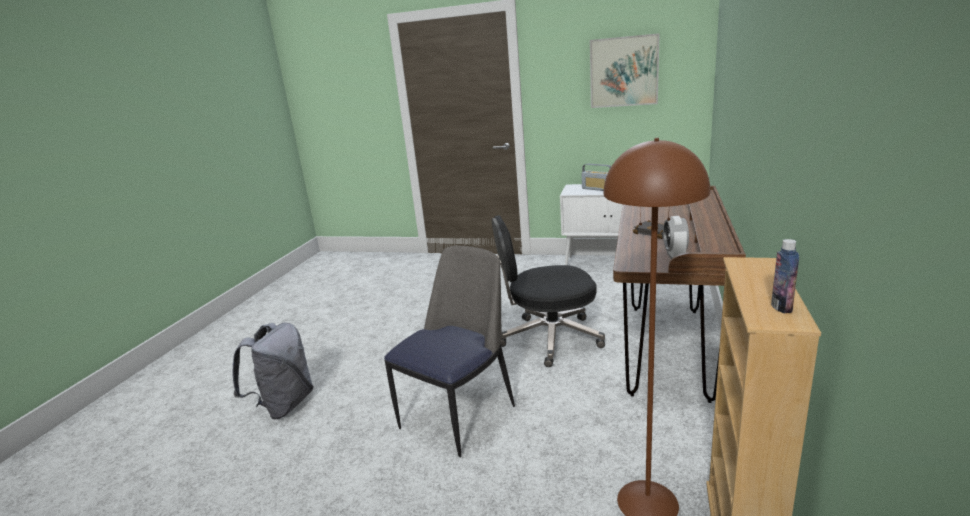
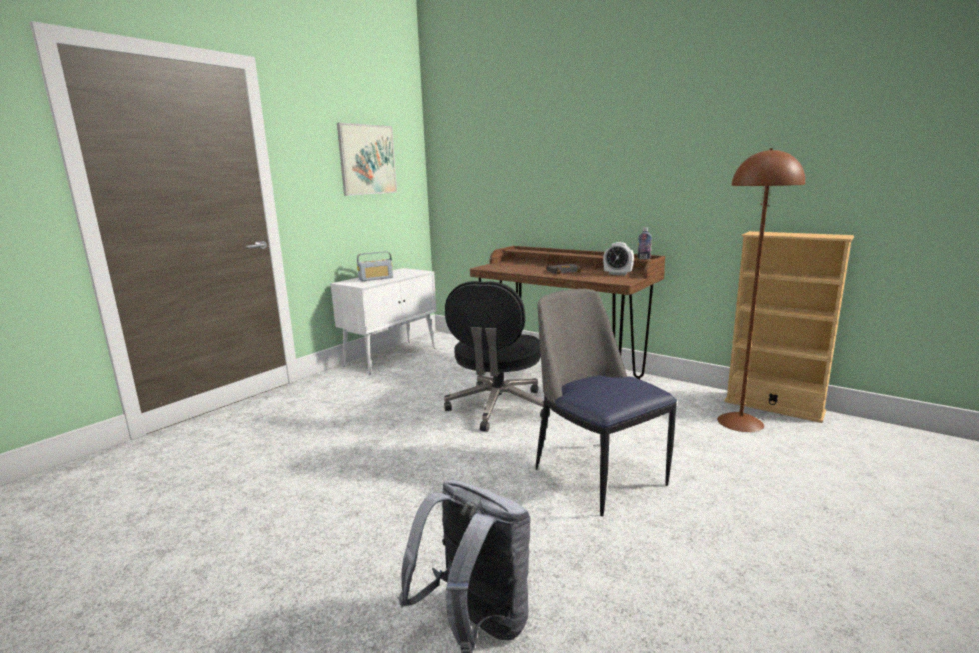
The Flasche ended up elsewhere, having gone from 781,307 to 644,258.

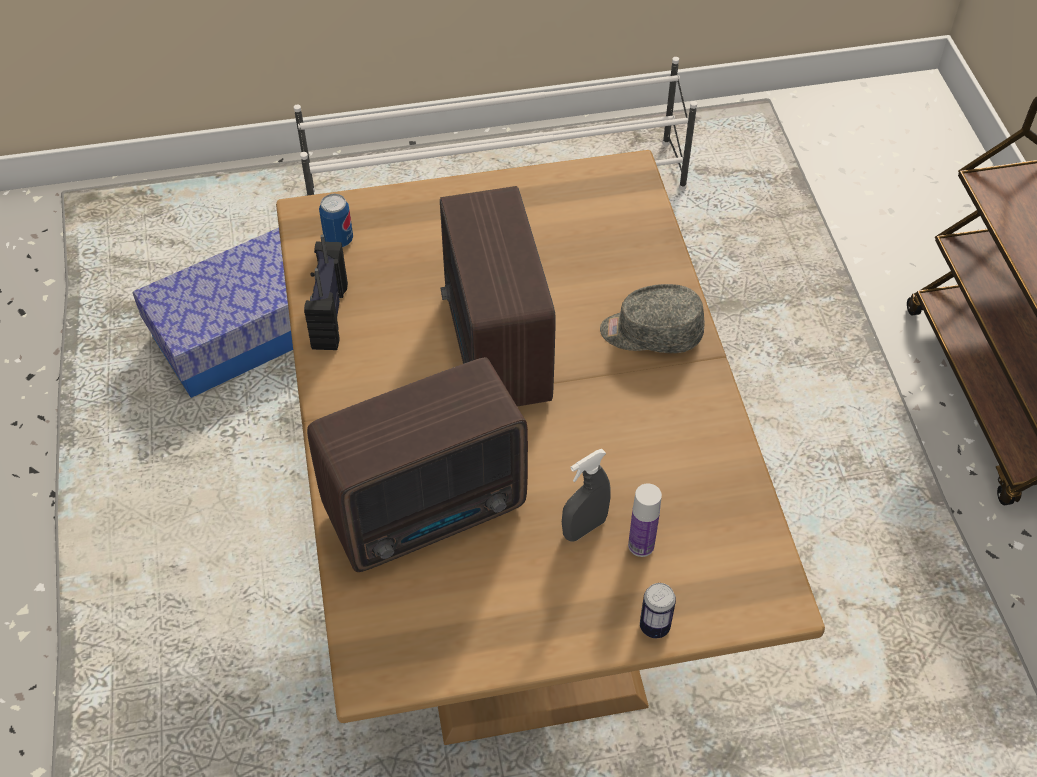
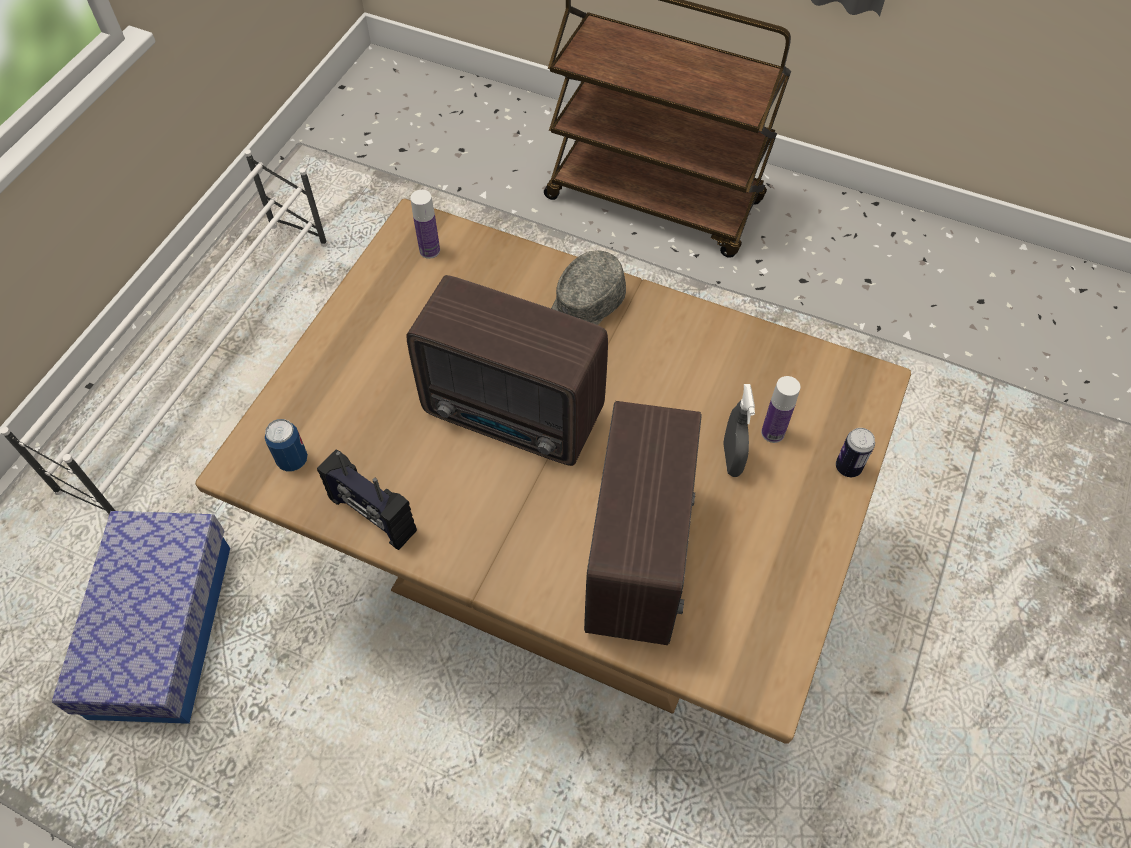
The second view gained the Flasche at 429,250.

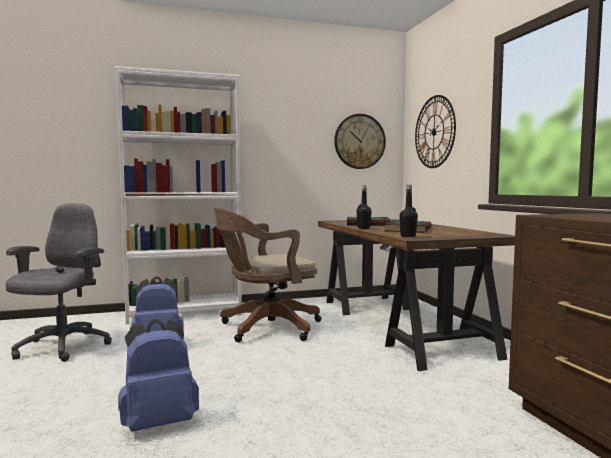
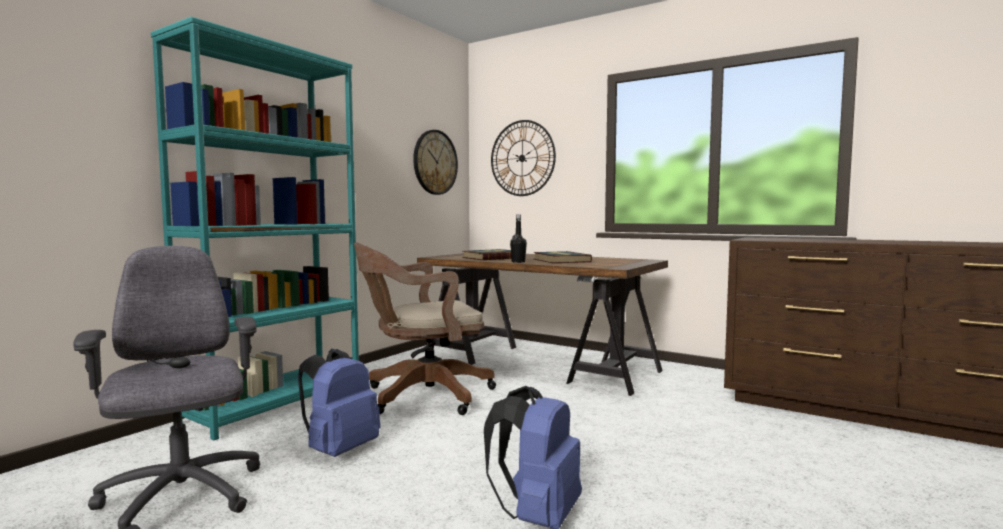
What was the Bücherregal/weiß at 185,313 turned into the Bücherregal/türkis at 275,404. The Bürostuhl/braun at 265,328 ended up facing another way, 45 degrees clockwise from before. The second view lost the Flasche/schwarz at 408,236.

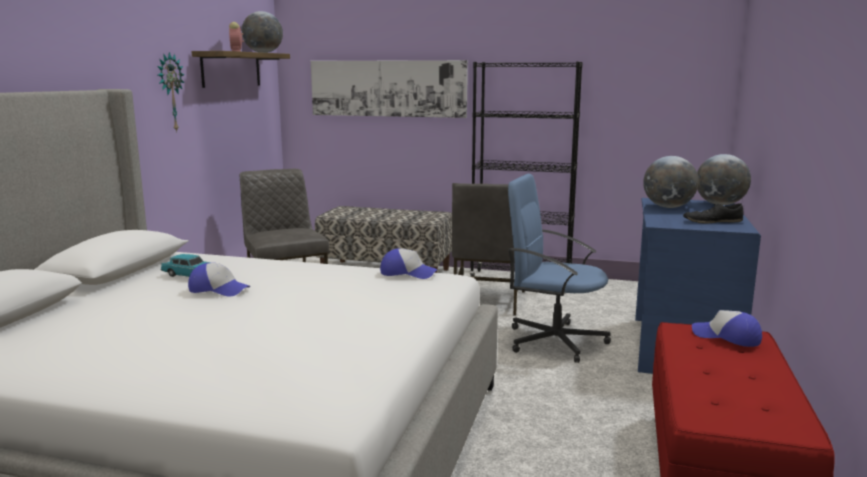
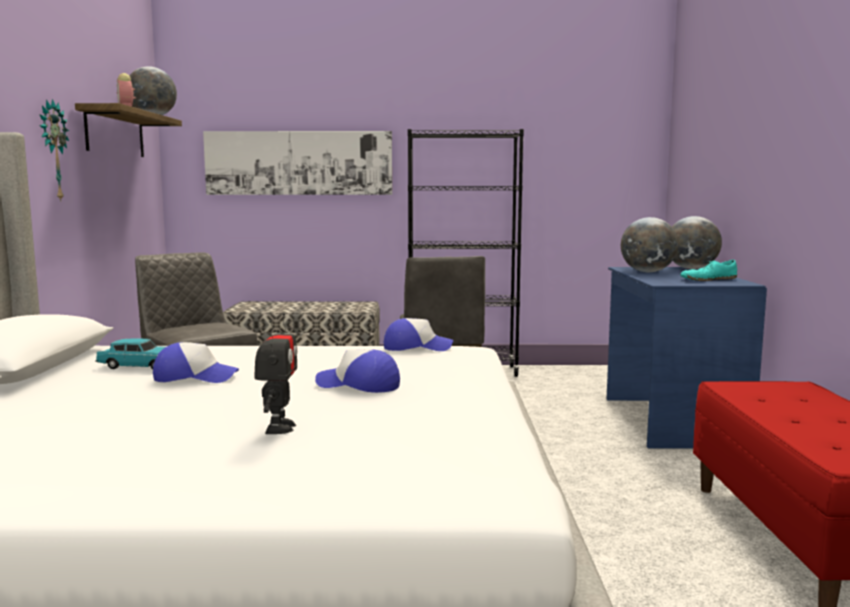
The second view lost the Bürostuhl/blau at 554,341. What was the Schuh/schwarz at 712,221 turned into the Schuh/türkis at 708,280. The Kappe ended up elsewhere, having gone from 726,337 to 358,385. The second view gained the Spielzeugroboter at 279,428.

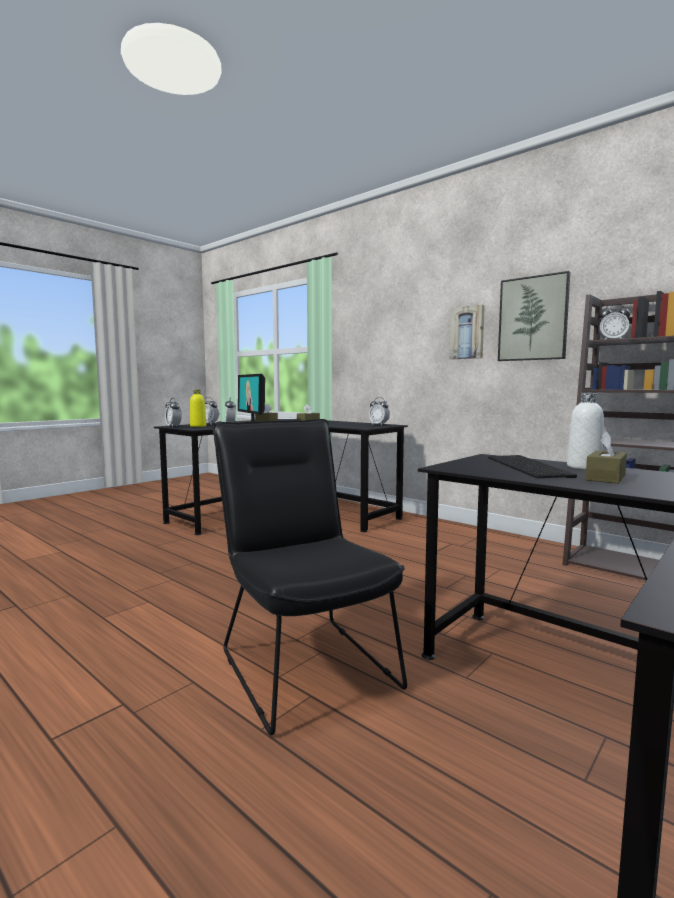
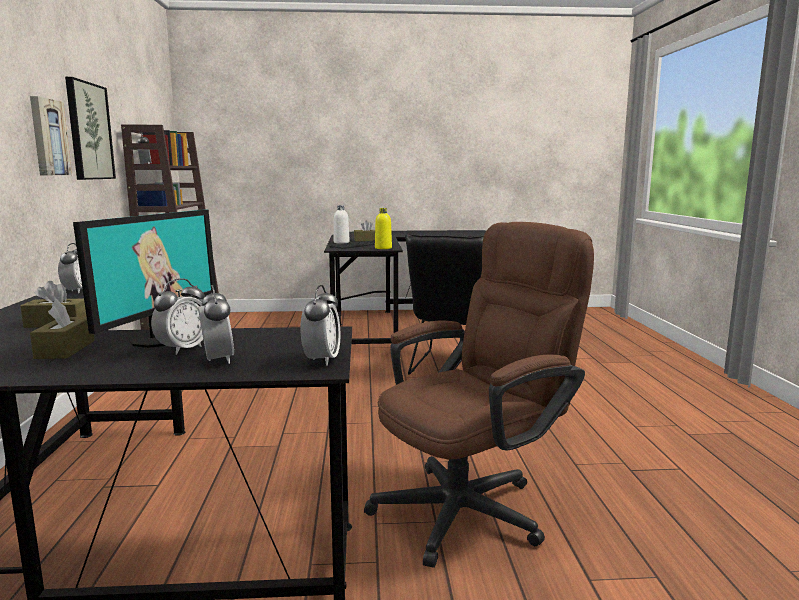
The Flasche/gelb ended up elsewhere, having gone from 198,426 to 383,248. The second view gained the Bürostuhl/braun at 473,507.

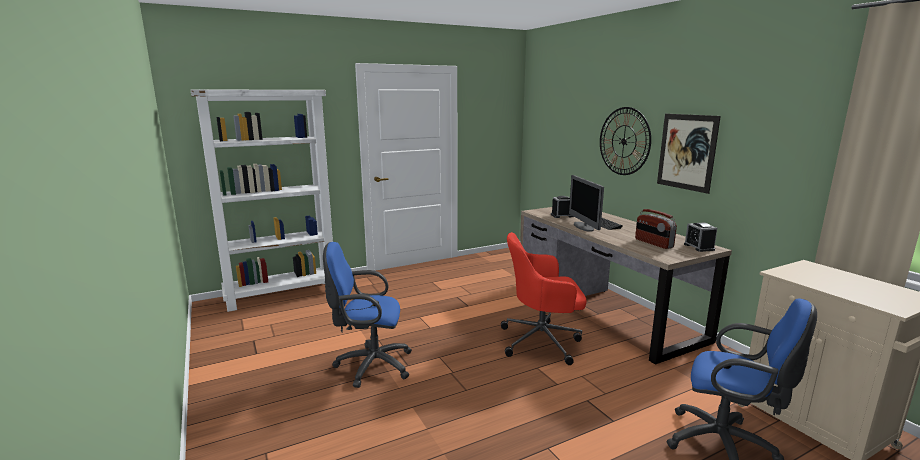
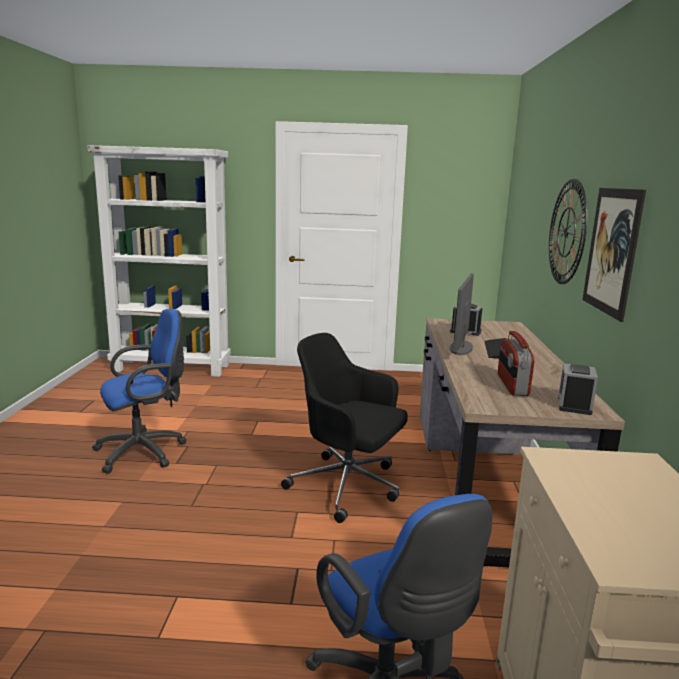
The Bürostuhl/blau at 370,365 ended up facing another way, 120 degrees clockwise from before. What was the Bürostuhl/rot at 542,341 turned into the Bürostuhl/schwarz at 348,486.

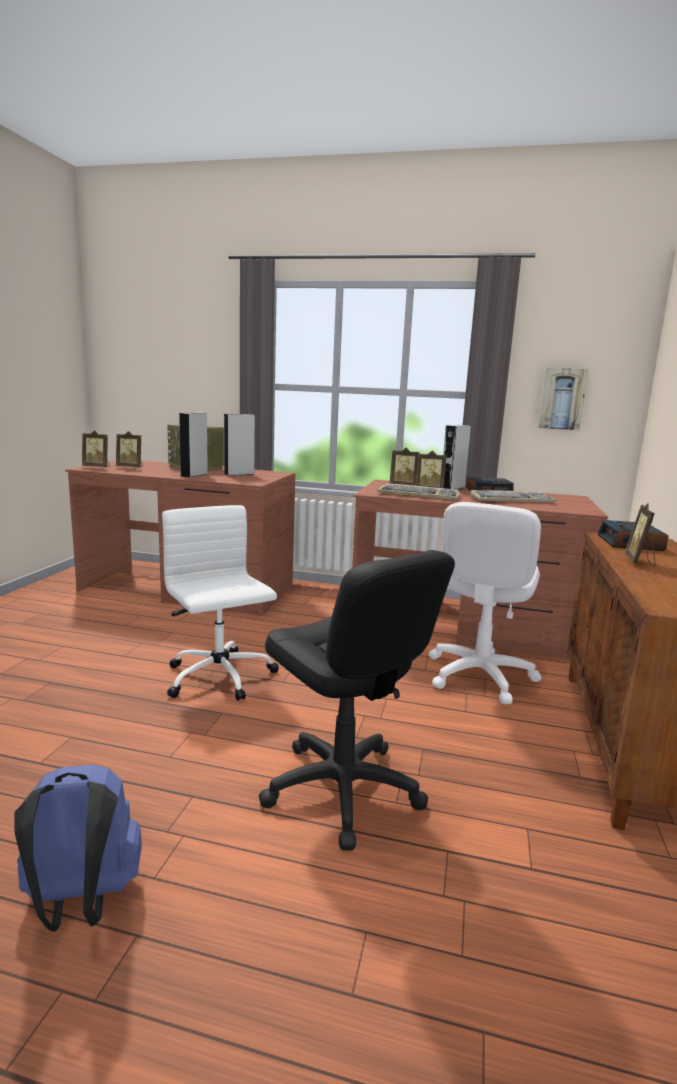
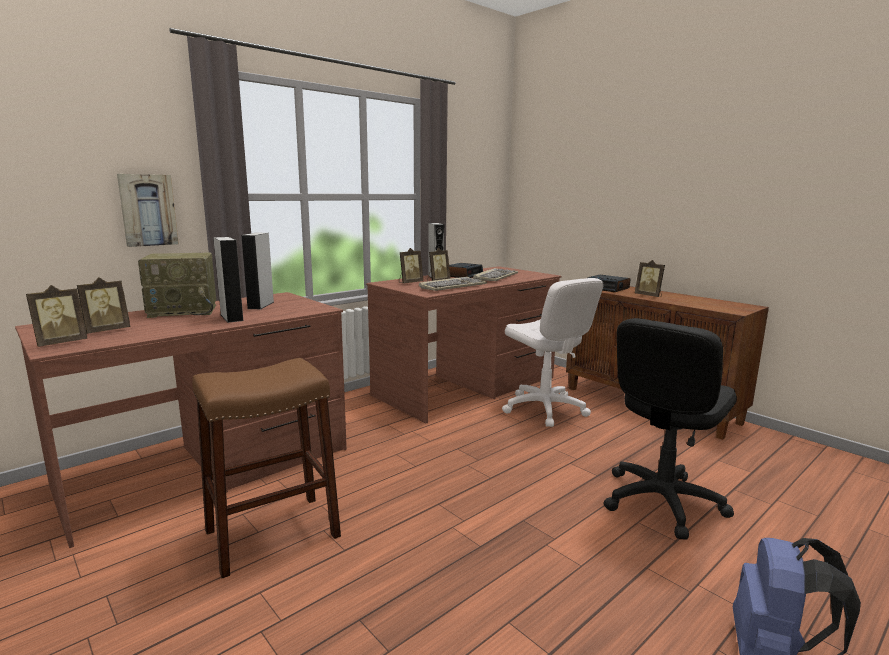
The second view lost the Bürostuhl/weiß at 220,677. The Bürostuhl/schwarz at 342,789 ended up facing another way, 135 degrees clockwise from before. The Bild ended up elsewhere, having gone from 562,399 to 148,210. The second view gained the Hocker/braun at 272,533.

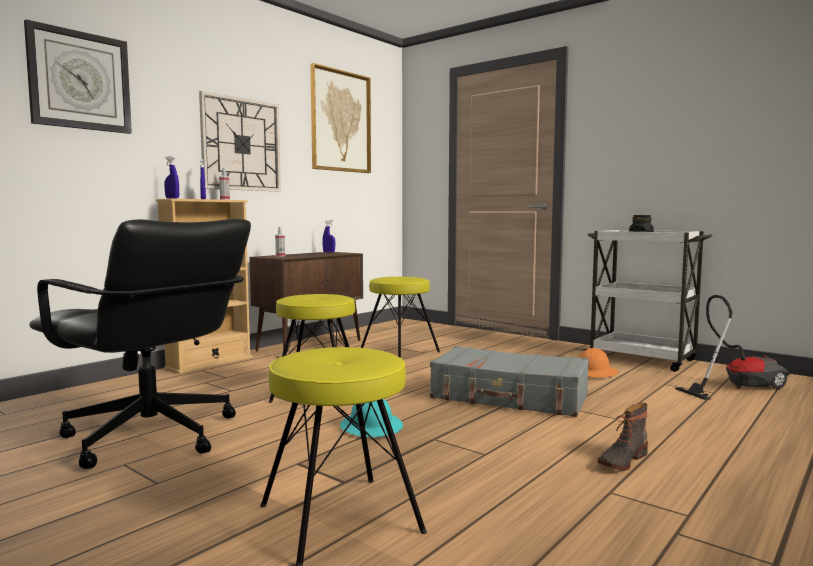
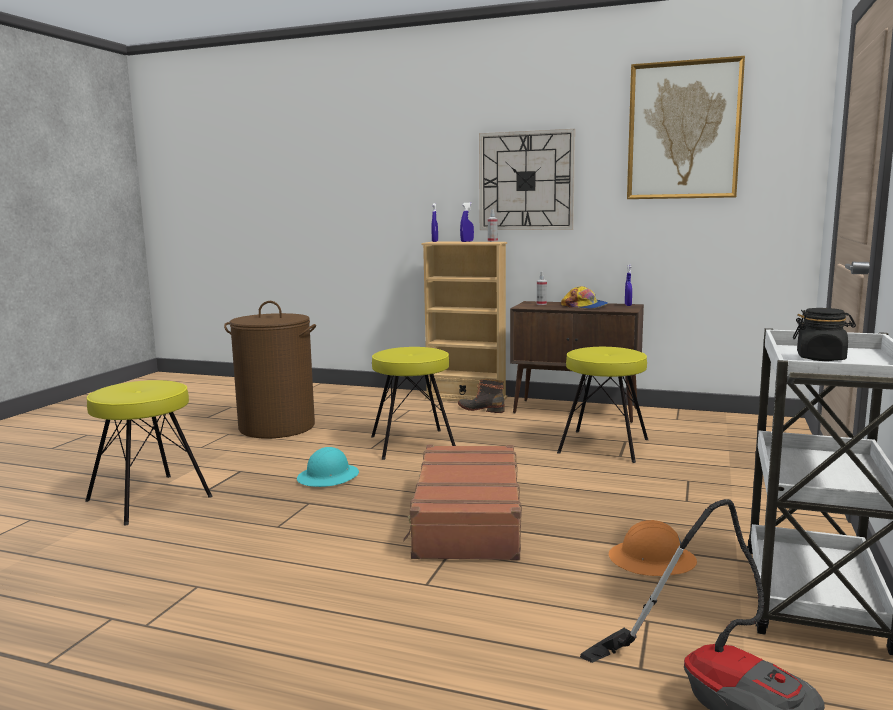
The second view lost the Wanduhr at 80,81. Where the Bürostuhl/schwarz stood at 150,437, the Wäschekorb/braun came to stand at 276,427. What was the Koffer/grau at 509,397 turned into the Koffer/braun at 466,519. The Stiefel ended up elsewhere, having gone from 621,460 to 481,409. The second view gained the Kappe at 585,306.

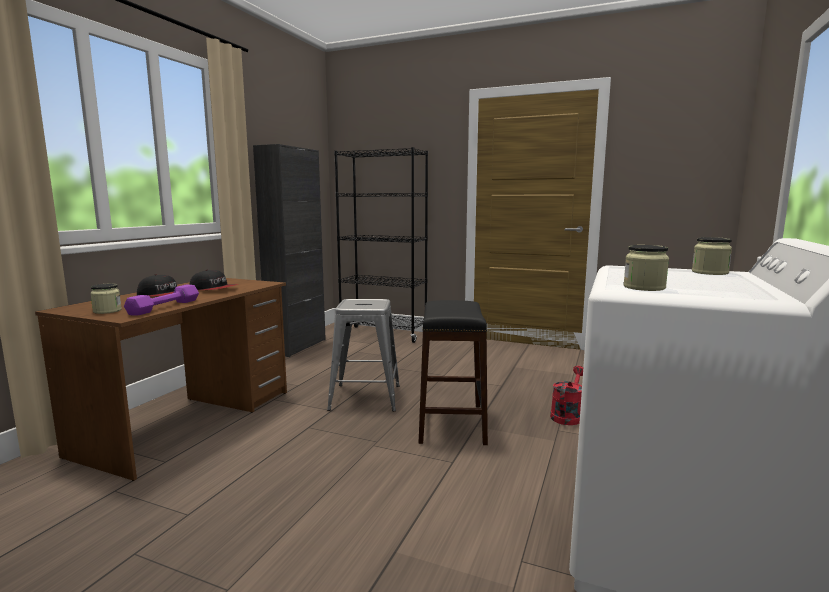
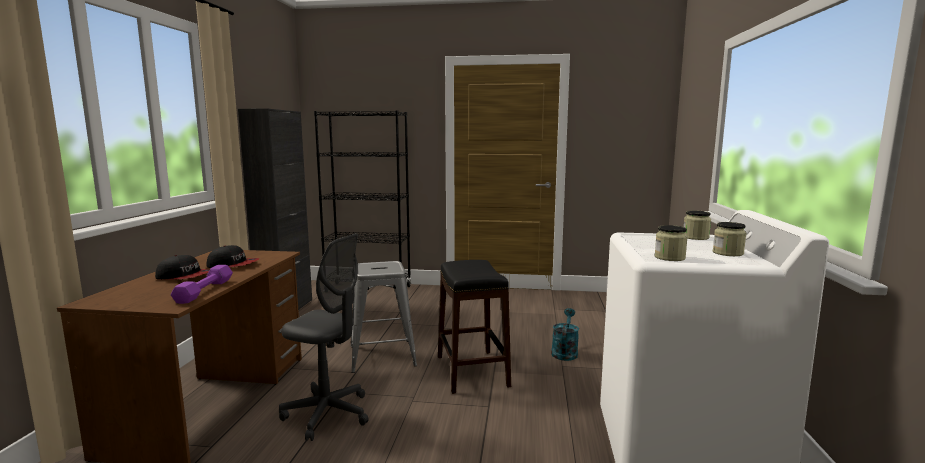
The Vorratsglas ended up elsewhere, having gone from 107,311 to 728,253. What was the Gießkanne/rot at 567,415 turned into the Gießkanne/türkis at 564,352. The second view gained the Bürostuhl/grau at 327,414.

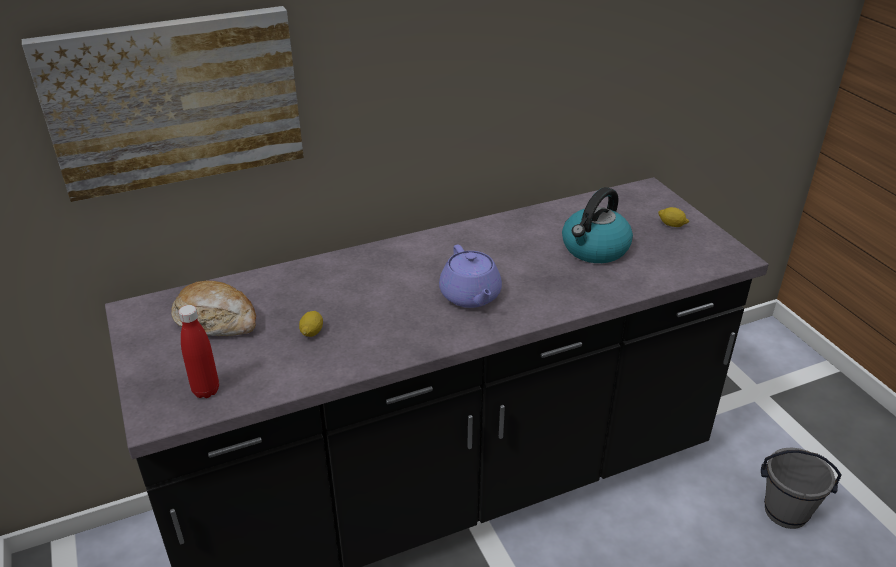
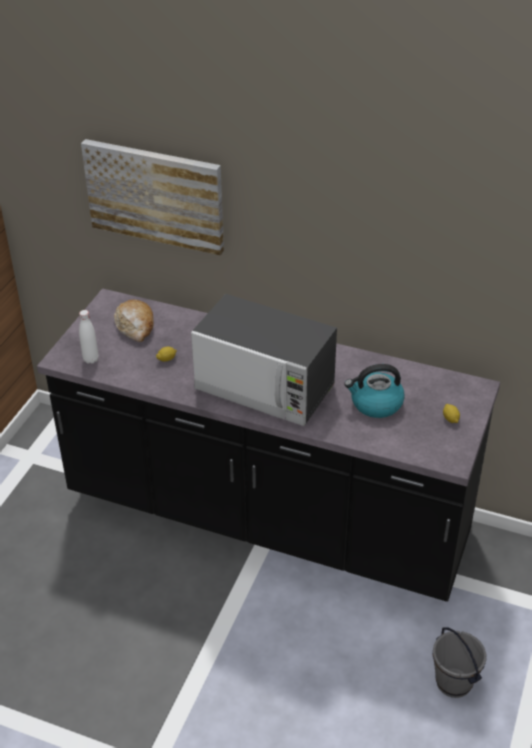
What was the Flasche/rot at 206,390 turned into the Flasche/weiß at 91,359. Where the Teekanne/lila stood at 470,296, the Mikrowelle came to stand at 265,388.

